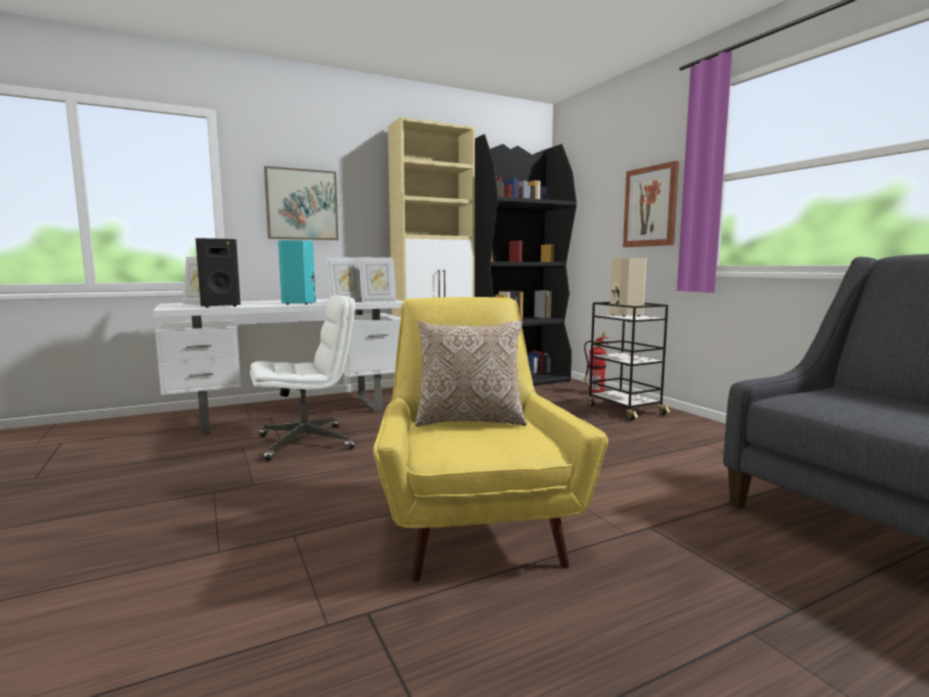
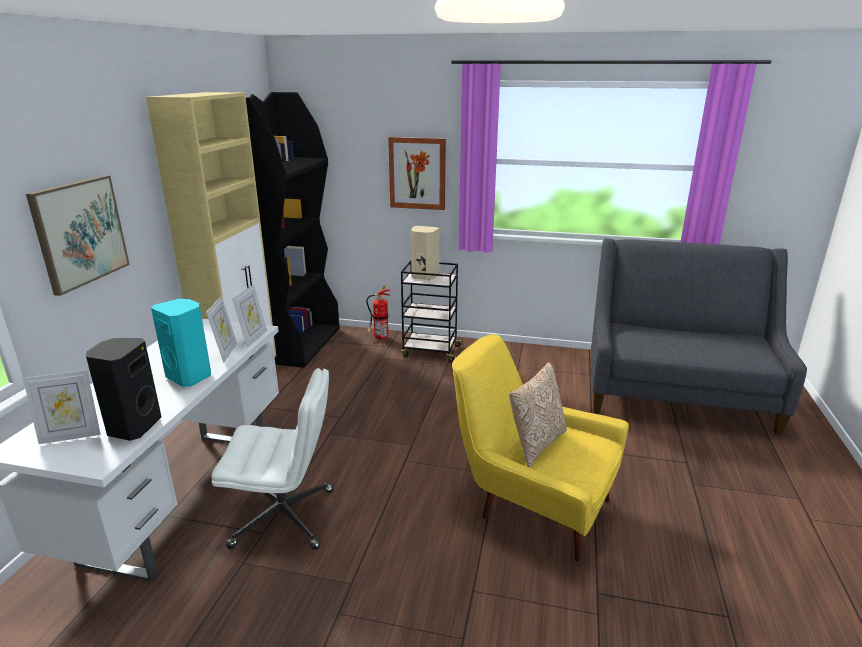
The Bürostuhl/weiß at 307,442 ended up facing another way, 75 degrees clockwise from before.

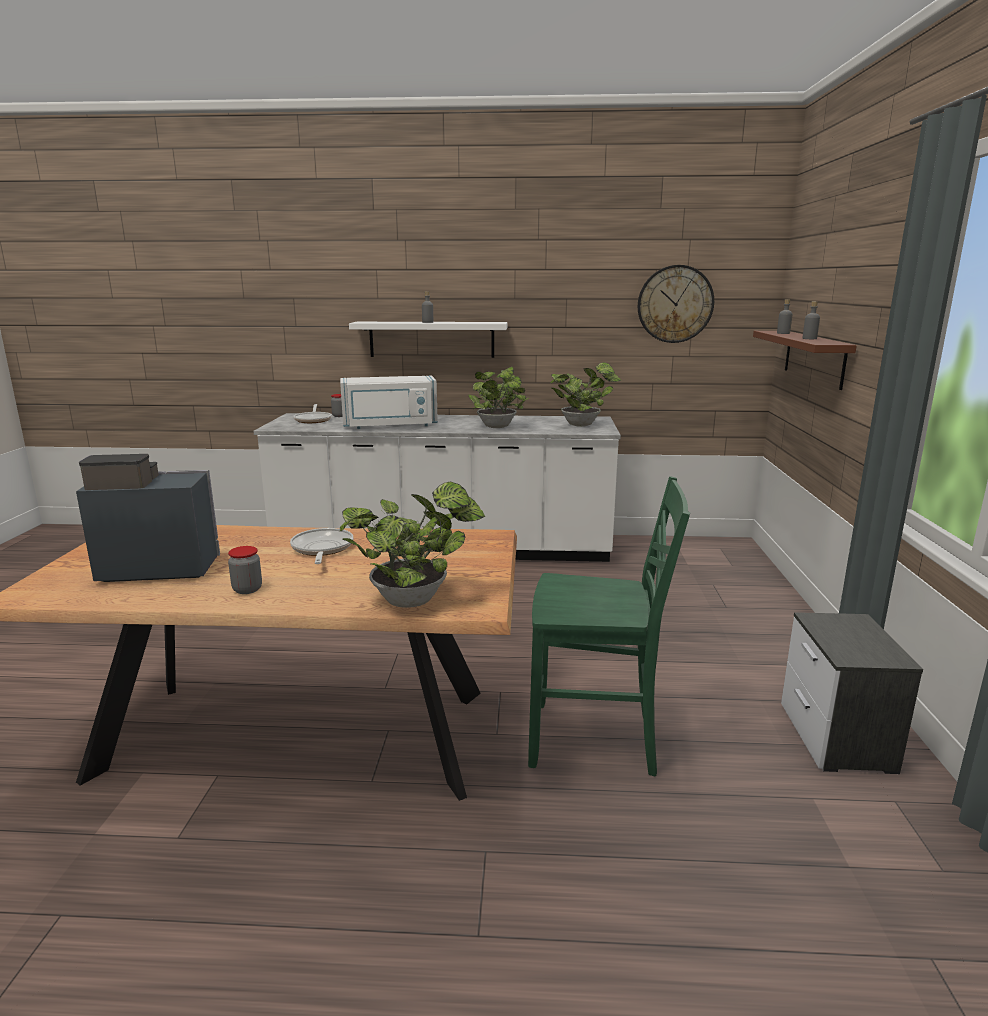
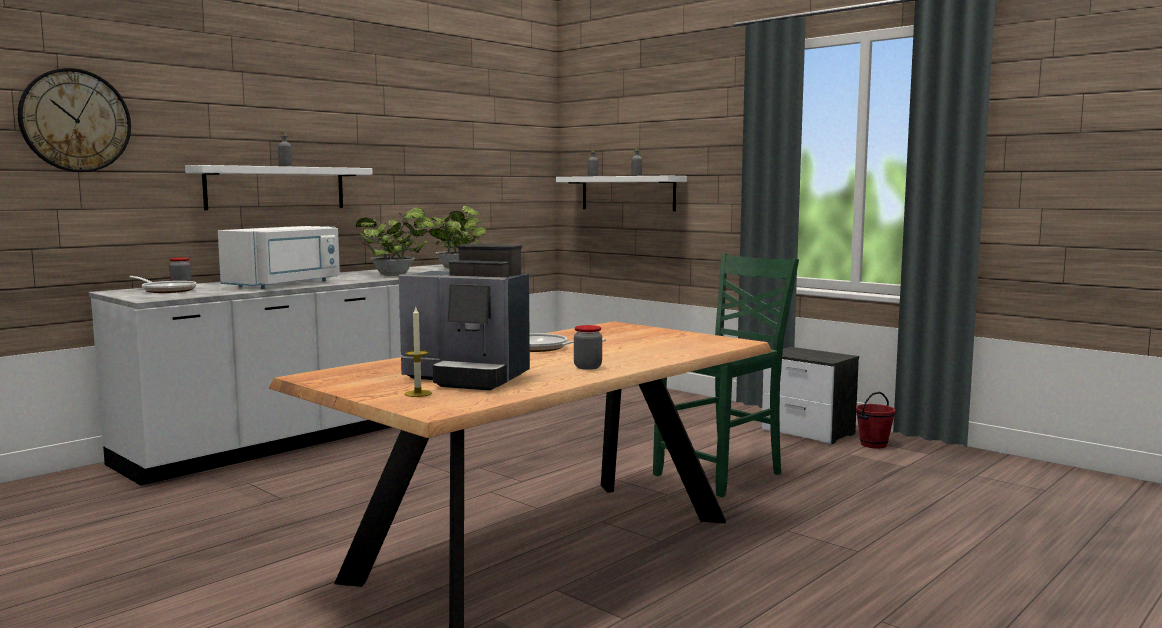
The Kaffeemaschine at 157,568 ended up facing another way, 105 degrees counterclockwise from before. The second view lost the Topfpflanze at 415,599. The Wanduhr ended up elsewhere, having gone from 675,304 to 75,120. What was the Wandregal/braun at 814,358 turned into the Wandregal/weiß at 627,193. The second view gained the Kerze at 418,393. The second view gained the Eimer/rot at 874,445.

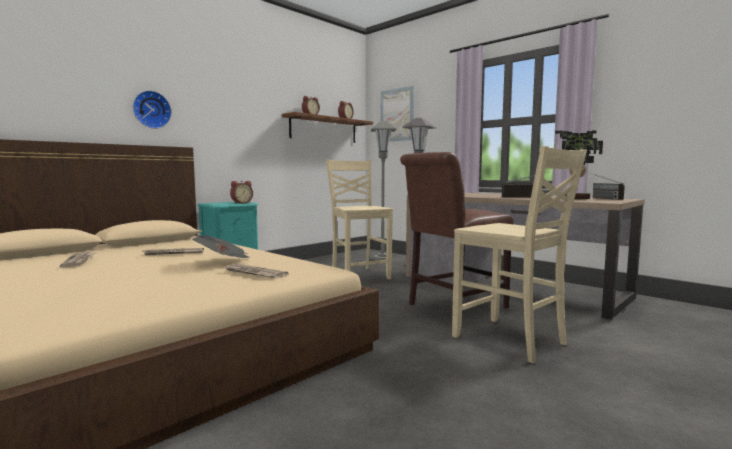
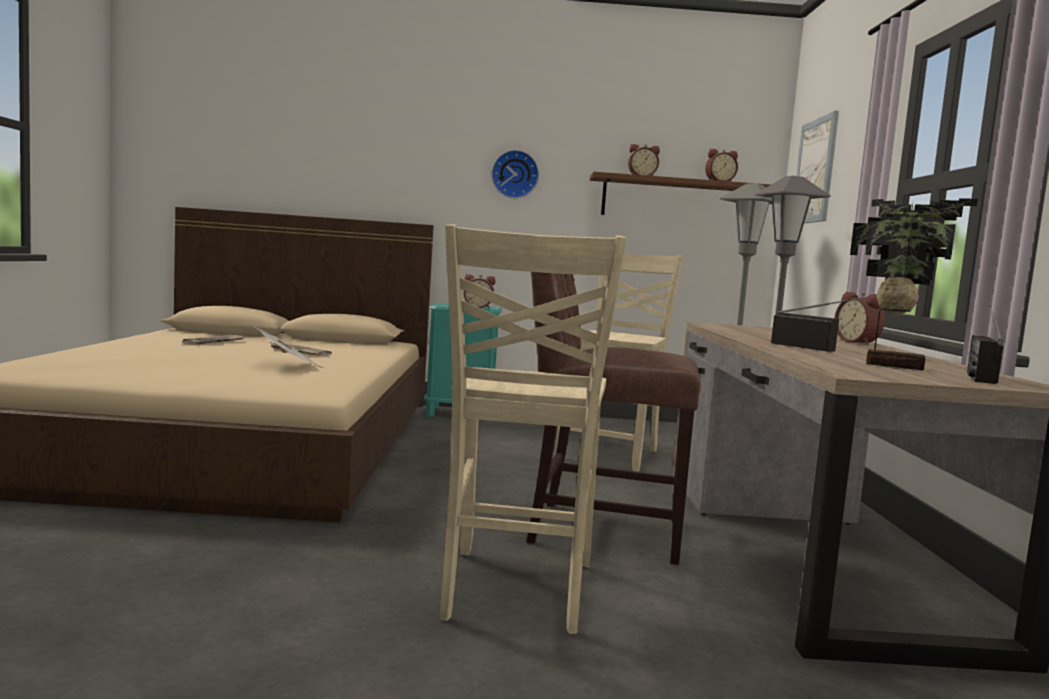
The Wanduhr ended up elsewhere, having gone from 151,110 to 515,174. The second view lost the Zeitung at 254,273. The second view gained the Wecker at 858,342.

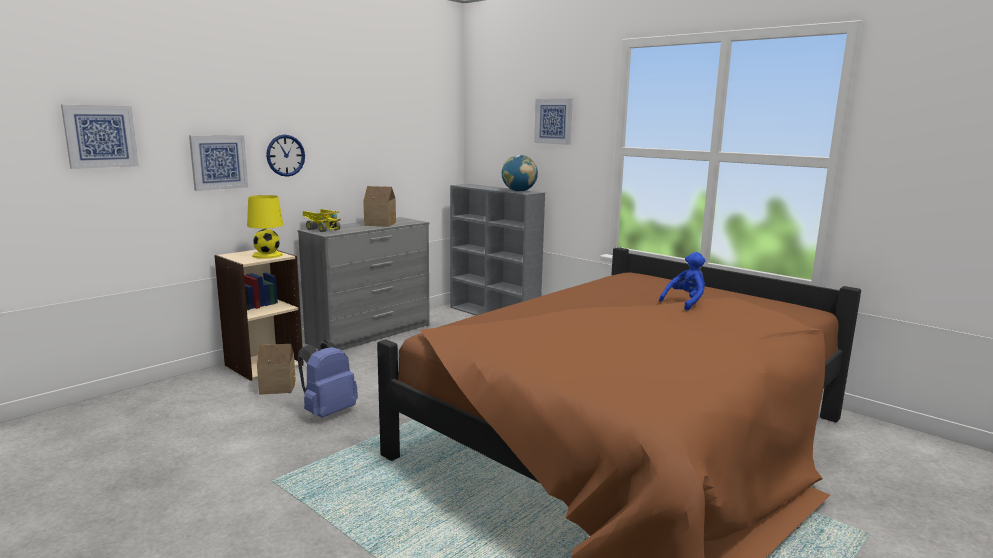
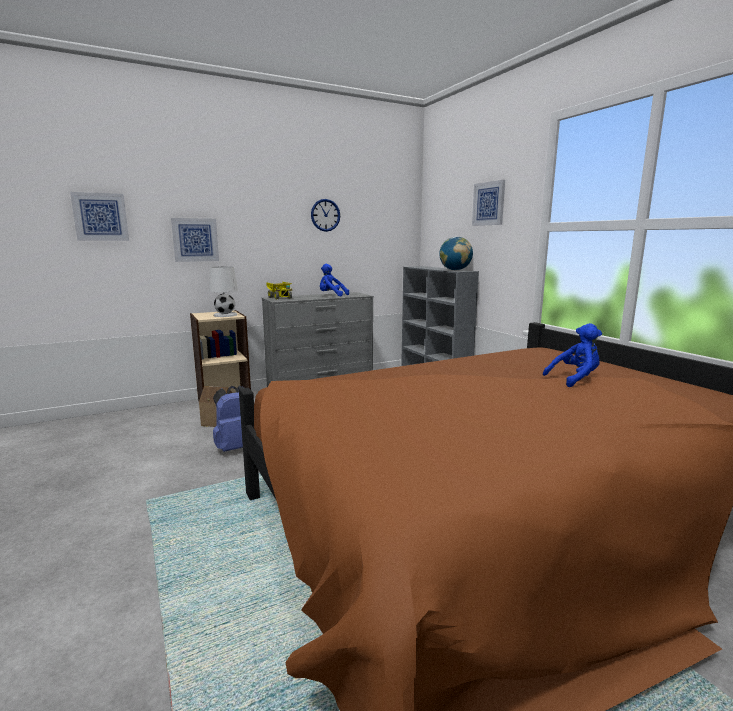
What was the Tischlampe/gelb at 267,255 turned into the Tischlampe/weiß at 225,315. The Wanduhr ended up elsewhere, having gone from 285,155 to 325,215. Where the Spielzeughaus stood at 380,224, the Plüschtier/blau came to stand at 331,295.

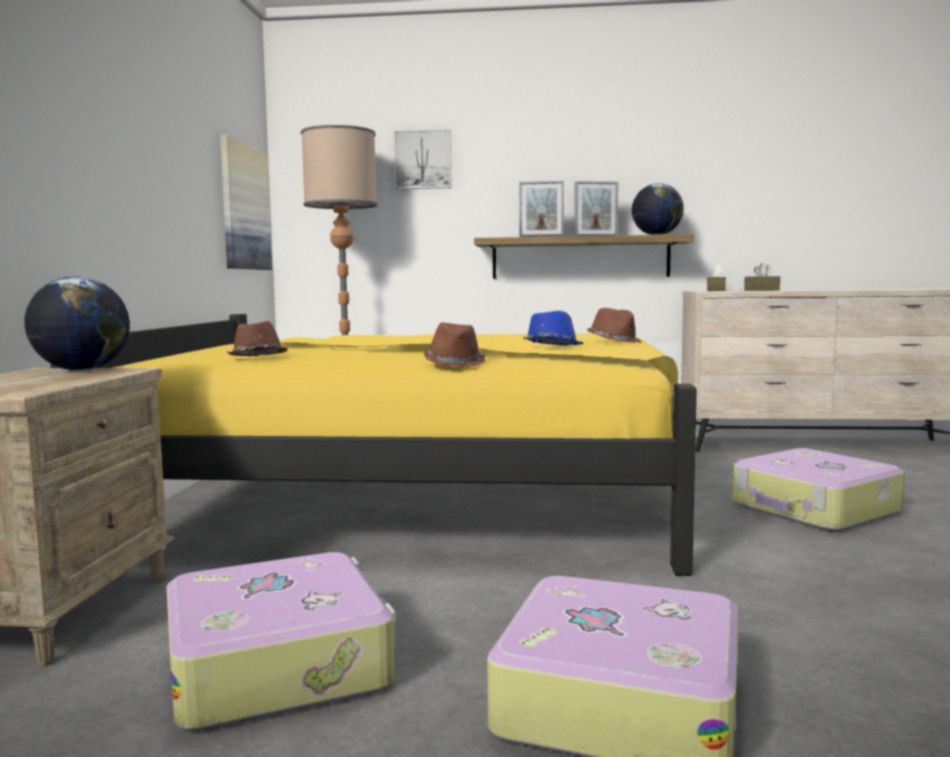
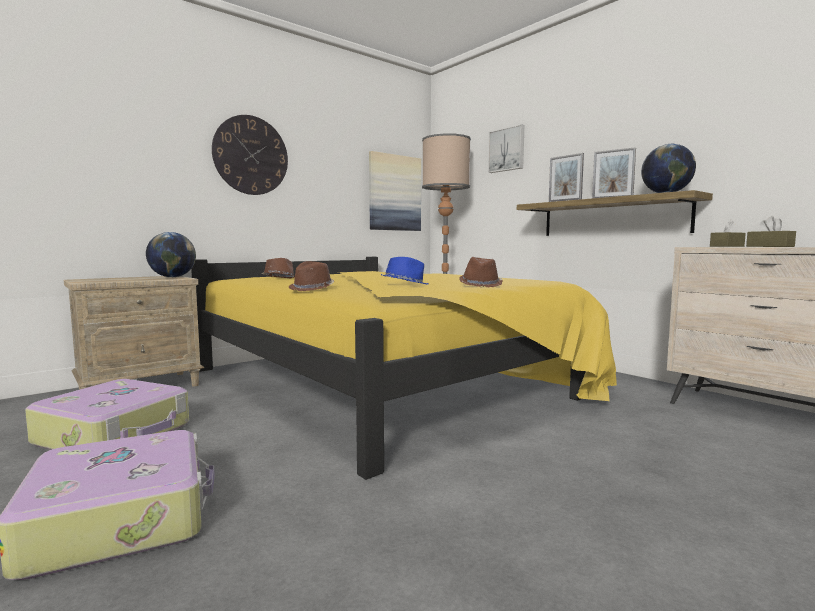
The second view lost the Koffer at 814,509. The second view gained the Wanduhr at 251,155.

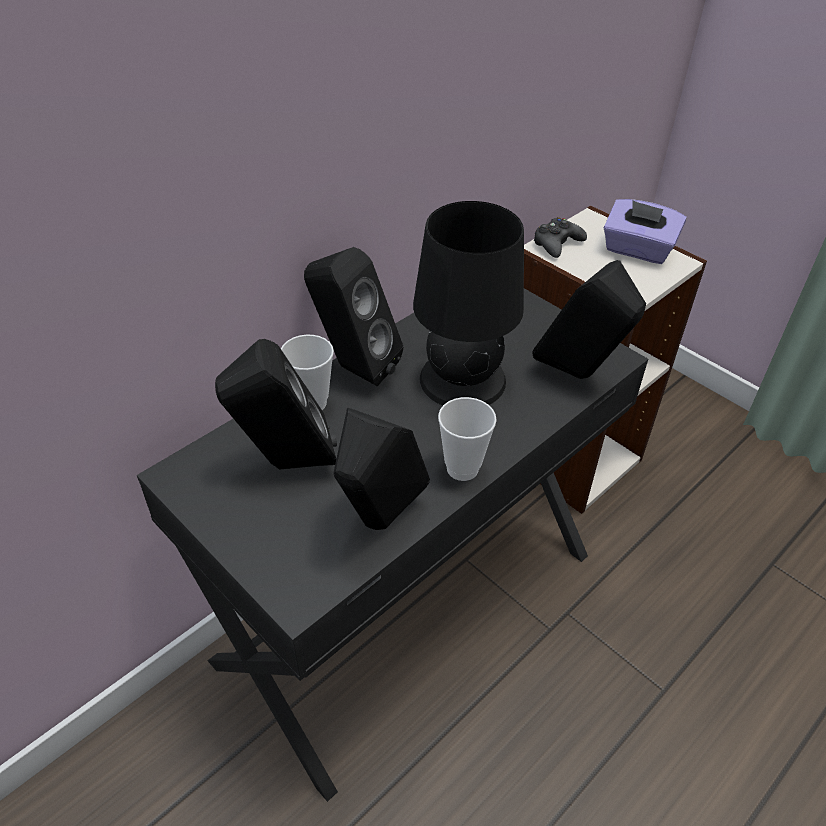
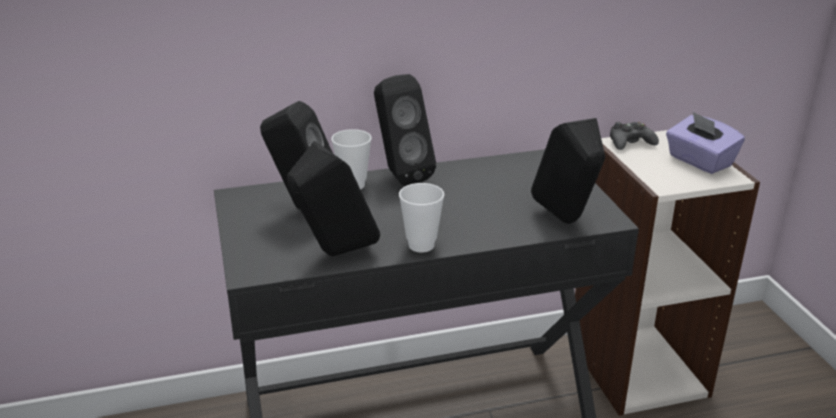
The second view lost the Tischlampe/schwarz at 461,380.

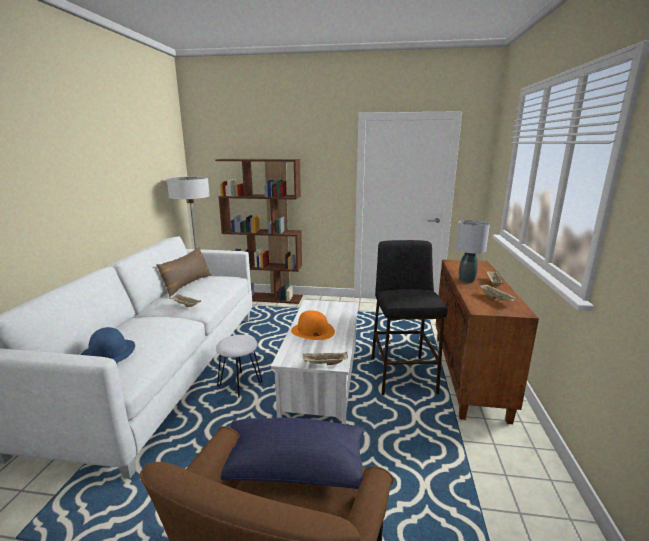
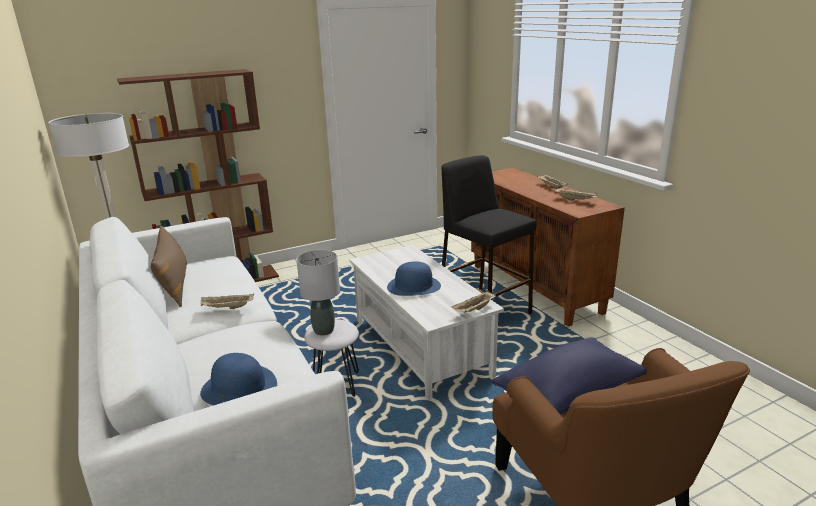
What was the Hut/orange at 312,331 turned into the Hut/blau at 413,286. The Tischlampe/grau ended up elsewhere, having gone from 466,280 to 323,330.

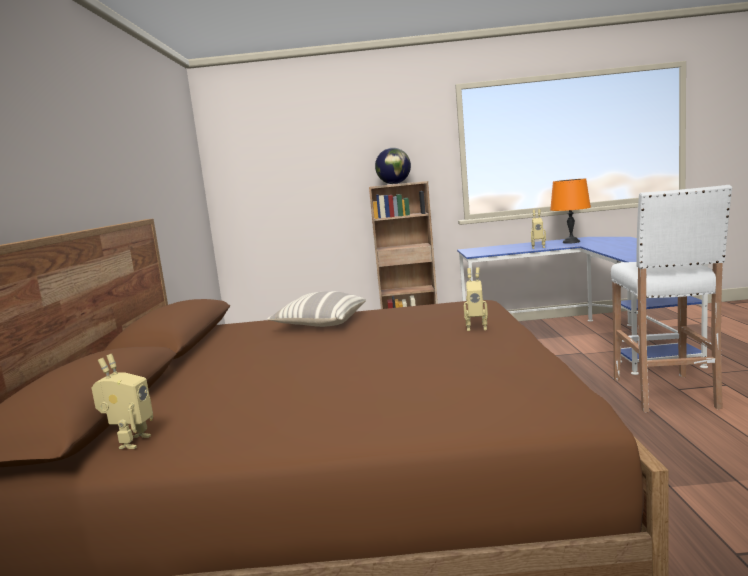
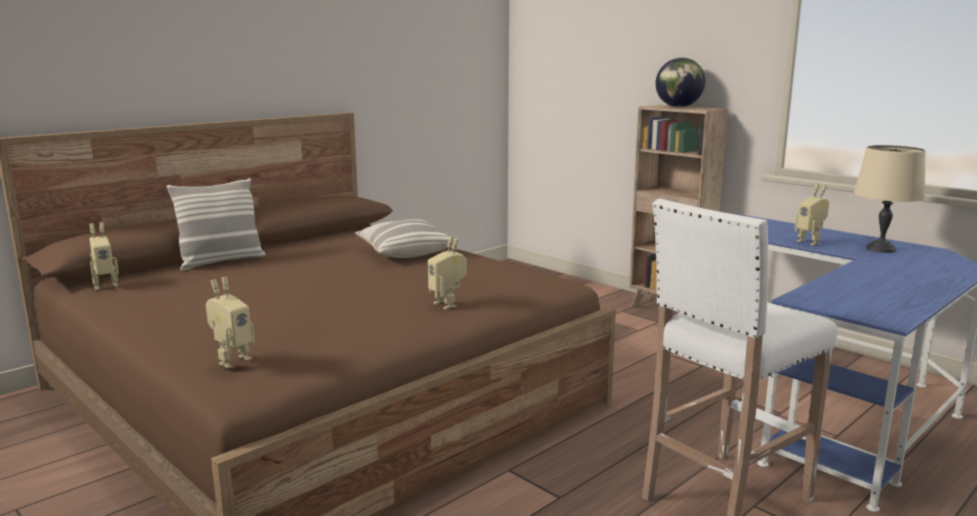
What was the Tischlampe/orange at 571,242 turned into the Tischlampe/beige at 881,249. The second view gained the Kissen at 221,261. The second view gained the Spielzeugroboter at 232,360.

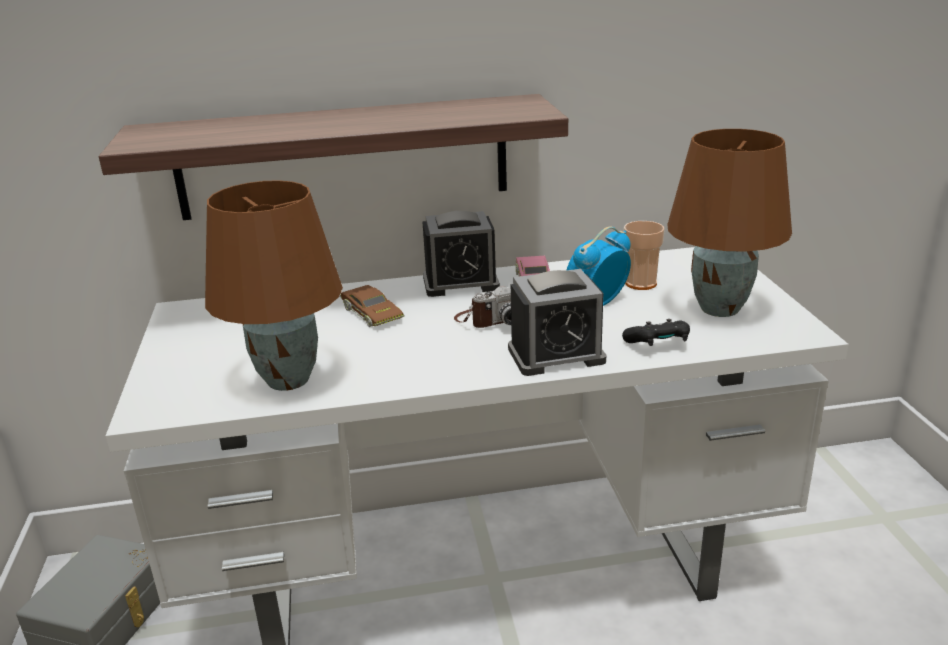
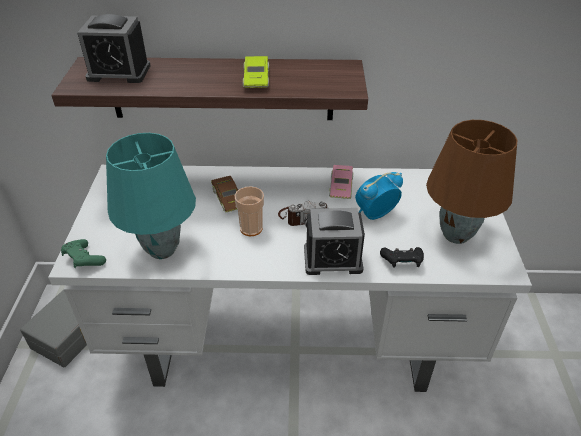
What was the Tischlampe/braun at 286,380 turned into the Tischlampe/türkis at 161,250. The Wecker ended up elsewhere, having gone from 460,283 to 119,72. The Tasse ended up elsewhere, having gone from 641,283 to 251,228. The second view gained the Gamepad/grün at 84,260. The second view gained the Spielzeugauto/grün at 256,78.

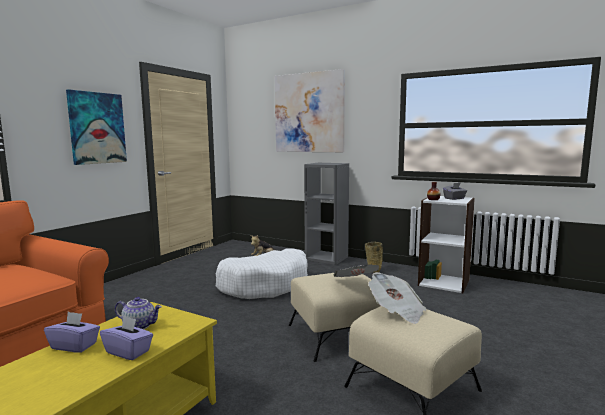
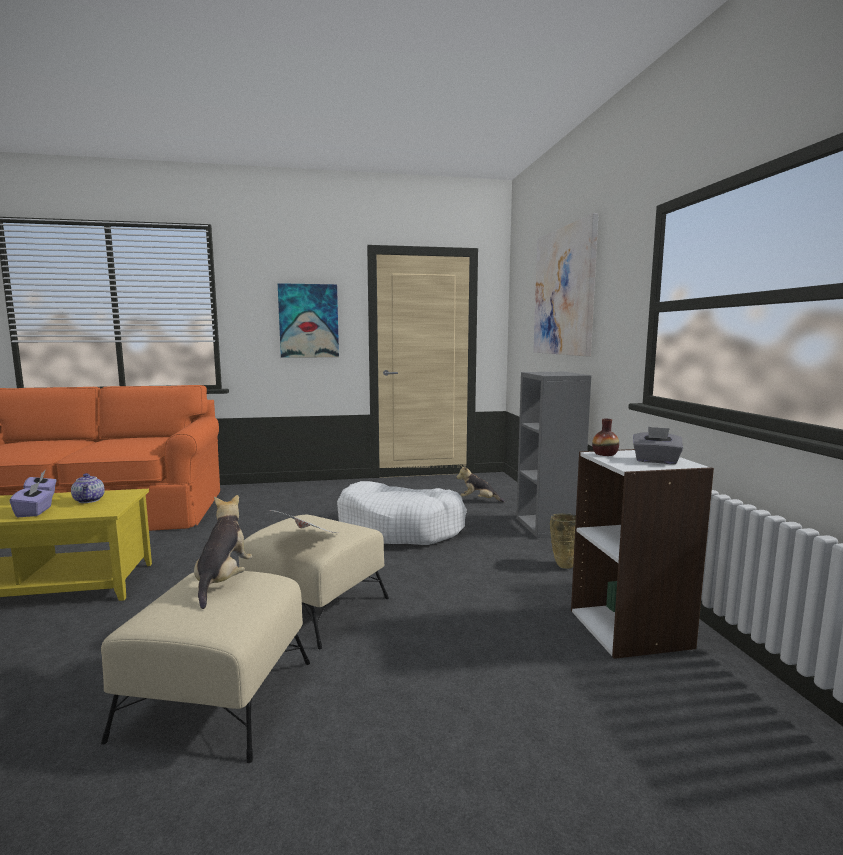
Where the Zeitung stood at 397,311, the Plüschtier came to stand at 223,581.

